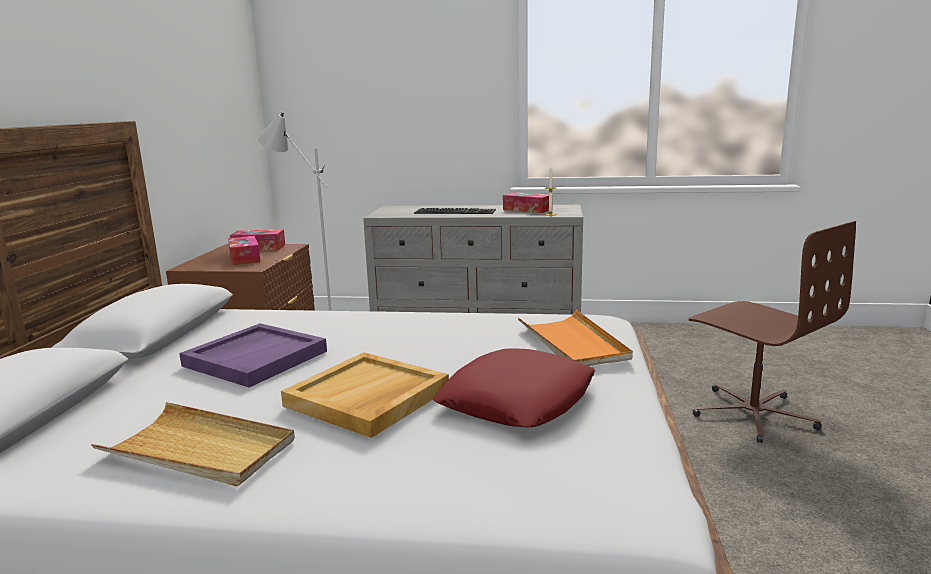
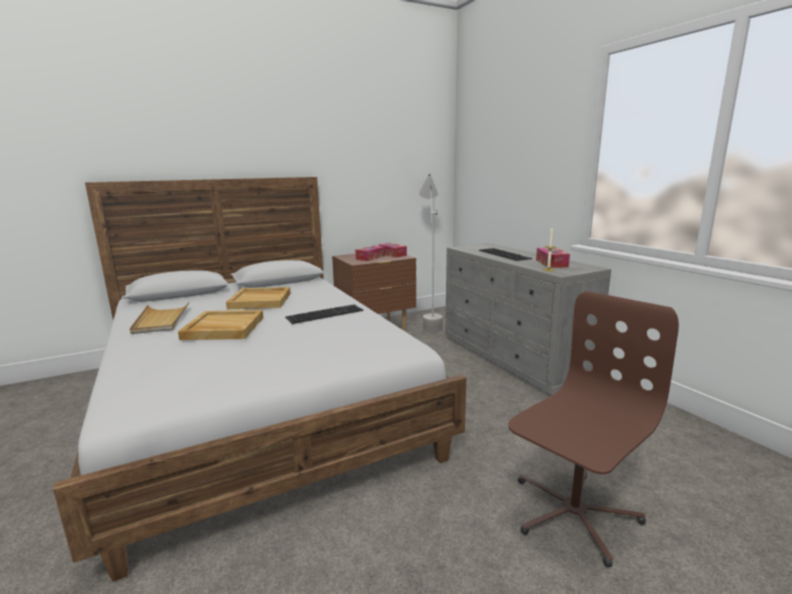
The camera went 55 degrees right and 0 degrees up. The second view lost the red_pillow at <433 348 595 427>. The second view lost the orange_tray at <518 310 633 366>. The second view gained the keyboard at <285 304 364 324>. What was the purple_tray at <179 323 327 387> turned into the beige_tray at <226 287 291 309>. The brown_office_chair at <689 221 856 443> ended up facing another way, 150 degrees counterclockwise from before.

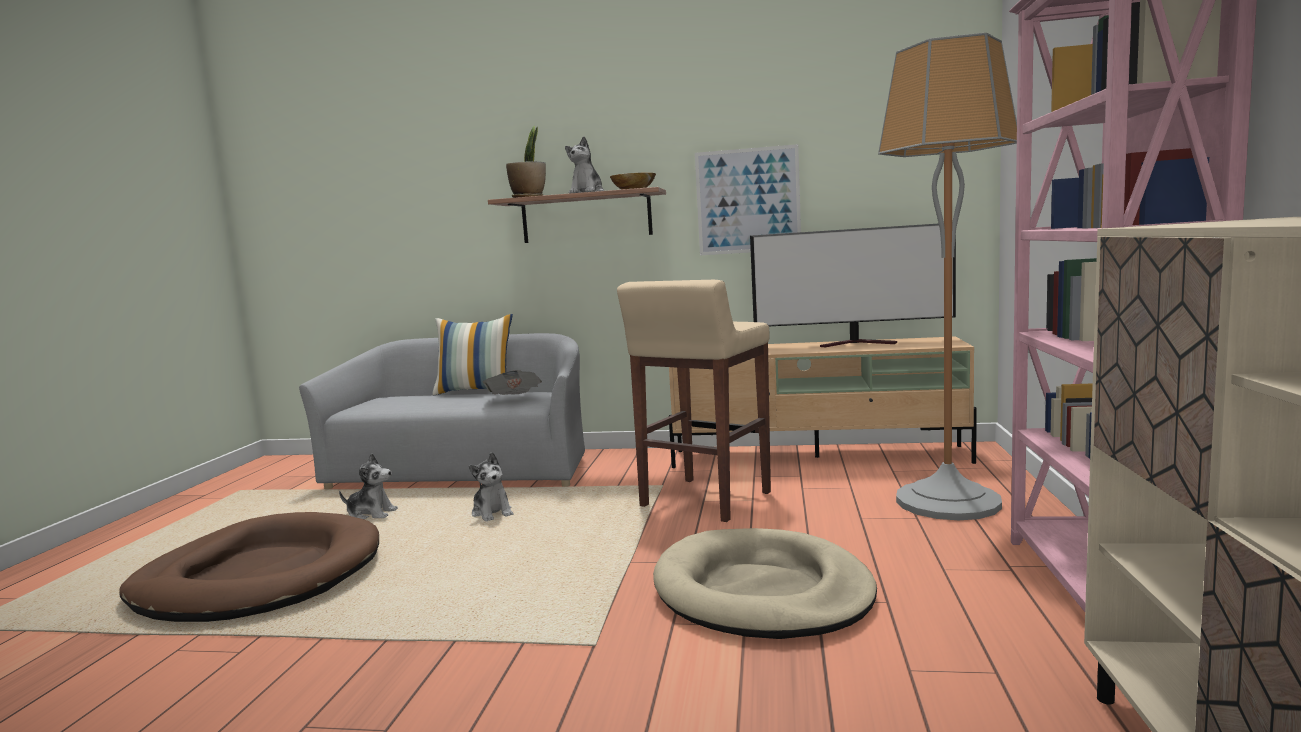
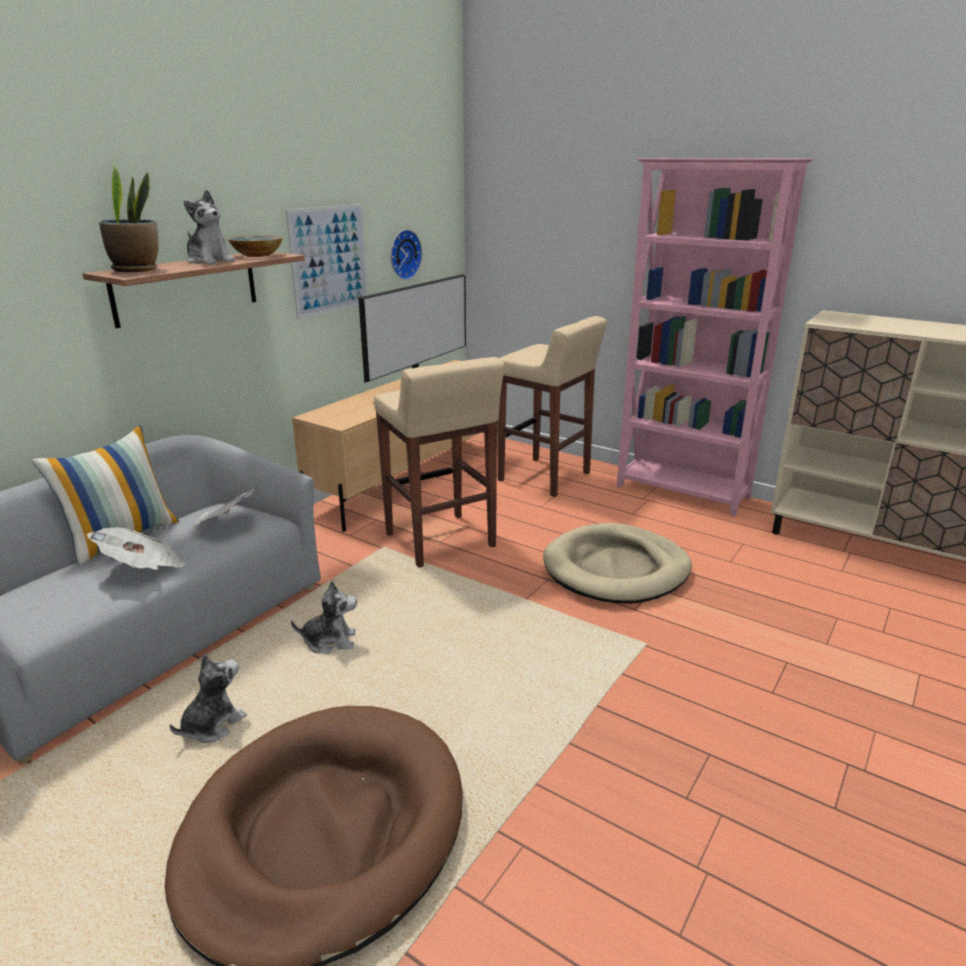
The camera went 65 degrees left and 15 degrees up. The second view gained the newspaper at <87 527 186 570>. The second view gained the wall_clock at <391 229 422 280>. Where the floor_lamp stood at <878 33 1017 520>, the beige_stool came to stand at <497 316 607 497>.

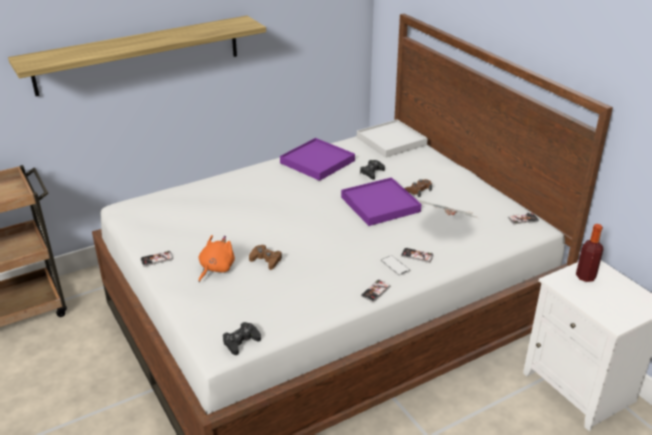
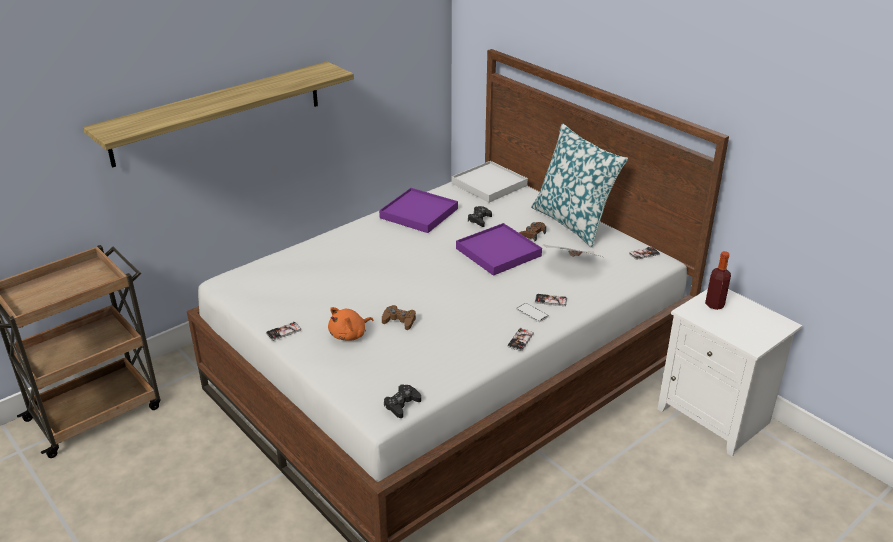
The camera went 10 degrees left and 0 degrees up. The second view gained the pillow at <531 124 628 248>. The orange_plush_toy at <199 235 235 282> ended up facing another way, 150 degrees counterclockwise from before.

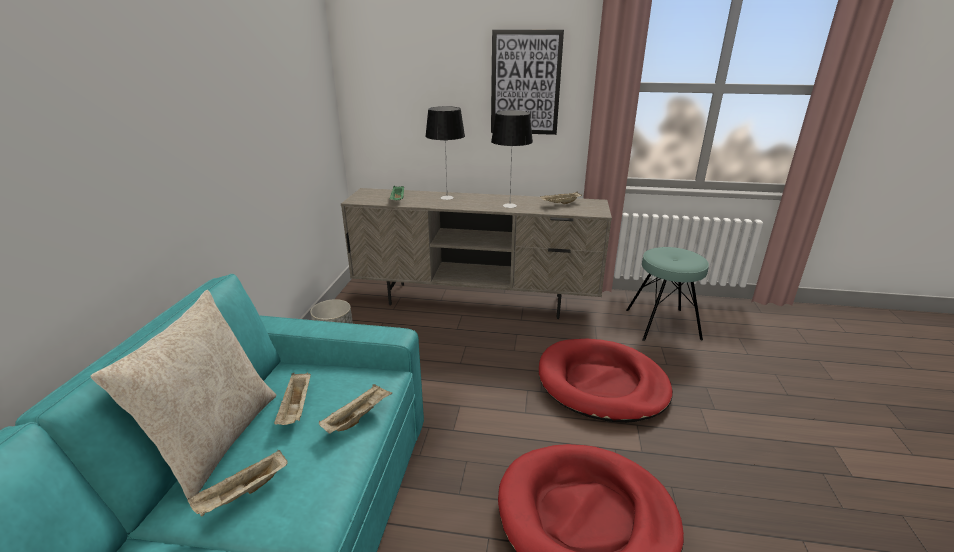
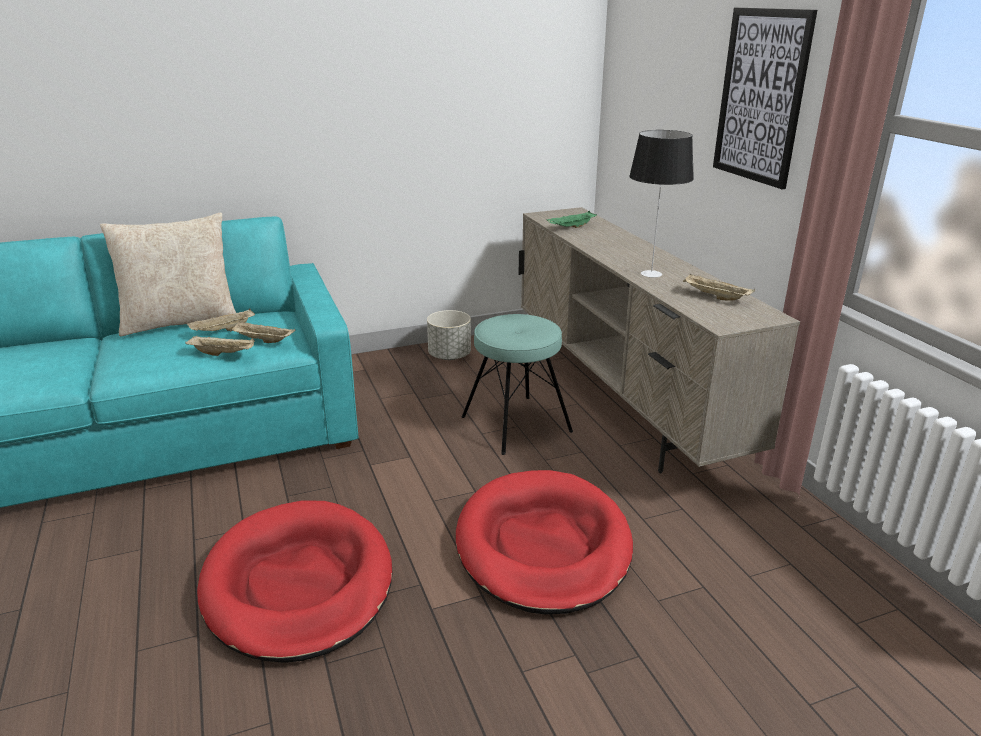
The camera went 60 degrees right and 0 degrees up. The second view lost the table_lamp at <425 106 465 200>. The beige_tray ended up elsewhere, having gone from <188 450 288 517> to <230 322 295 343>. The turquoise_stool ended up elsewhere, having gone from <626 247 709 341> to <461 314 573 455>.

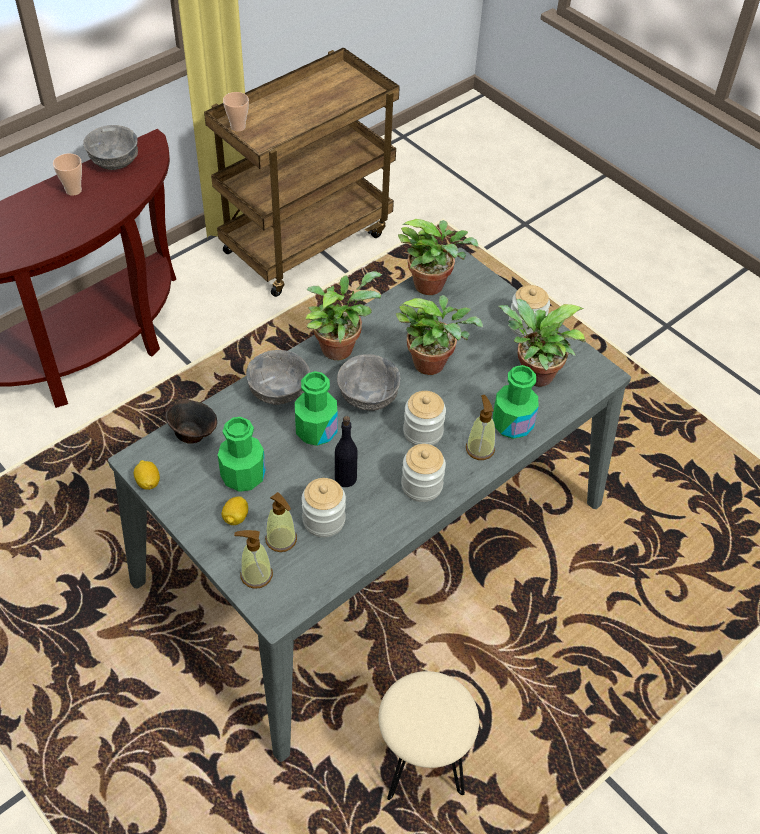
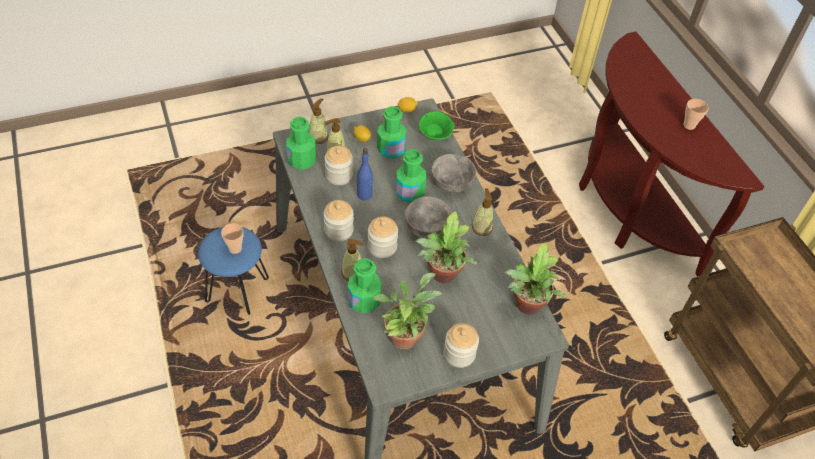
The camera went 110 degrees right and 0 degrees up. The second view lost the grey_bowl at <83 125 138 170>. The second view gained the green_bottle at <286 117 316 170>. The cup ended up elsewhere, having gone from <223 92 249 132> to <221 223 244 254>. Where the potted_plant stood at <306 271 382 360>, the soap_dispenser came to stand at <472 189 493 236>. What was the brown_bowl at <165 399 217 444> turned into the green_bowl at <419 111 455 140>. What was the black_bottle at <335 416 358 487> turned into the blue_bottle at <357 148 373 201>. What was the beige_stool at <378 671 479 800> turned into the blue_stool at <198 227 269 315>.

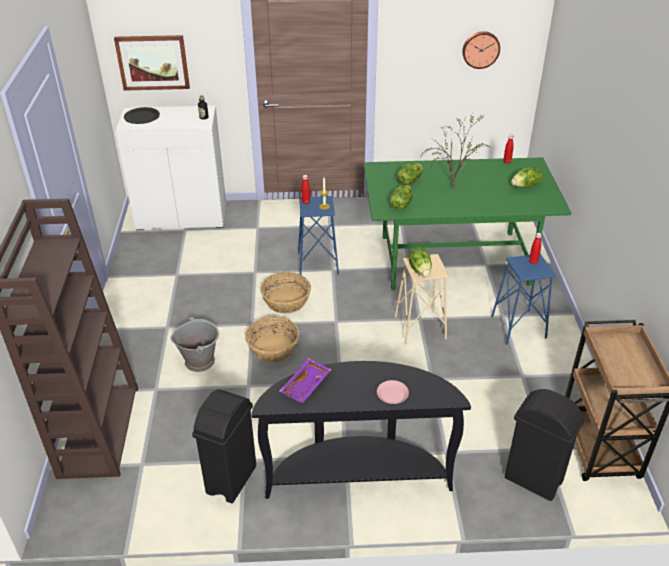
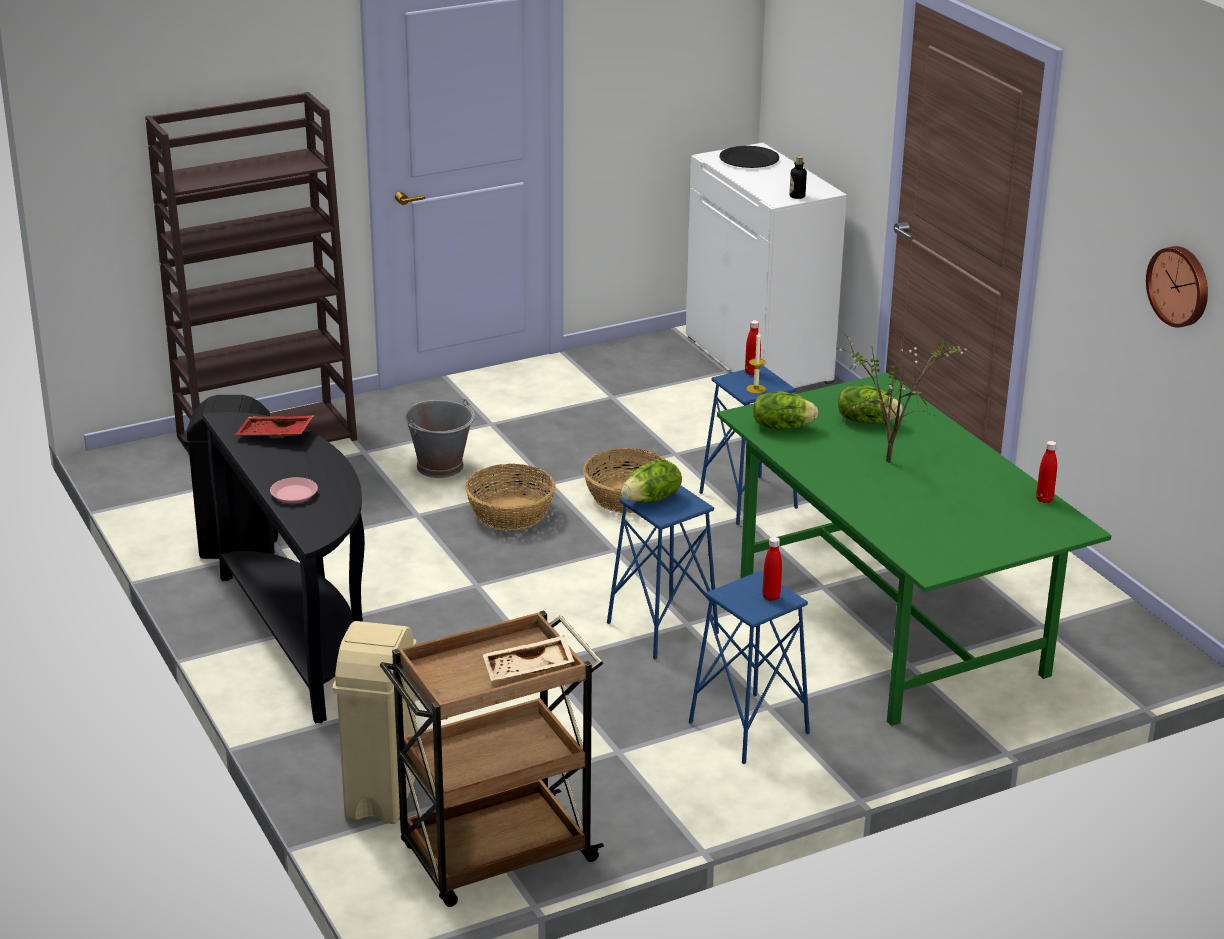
The camera went 65 degrees right and 10 degrees down. The second view lost the picture at <114 35 190 91>. The second view lost the lettuce at <511 167 542 188>. The second view gained the beige_tray at <482 635 574 681>. What was the purple_tray at <279 358 331 403> turned into the red_tray at <234 415 314 437>. What was the beige_stool at <395 254 449 345> turned into the blue_stool at <607 485 719 659>. What was the black_trash_can at <505 389 584 501> turned into the beige_trash_can at <333 621 416 824>.

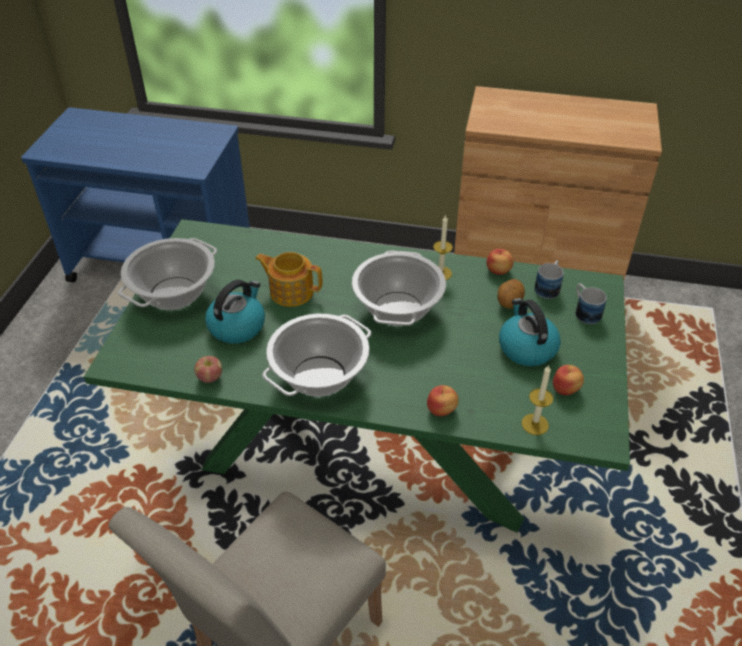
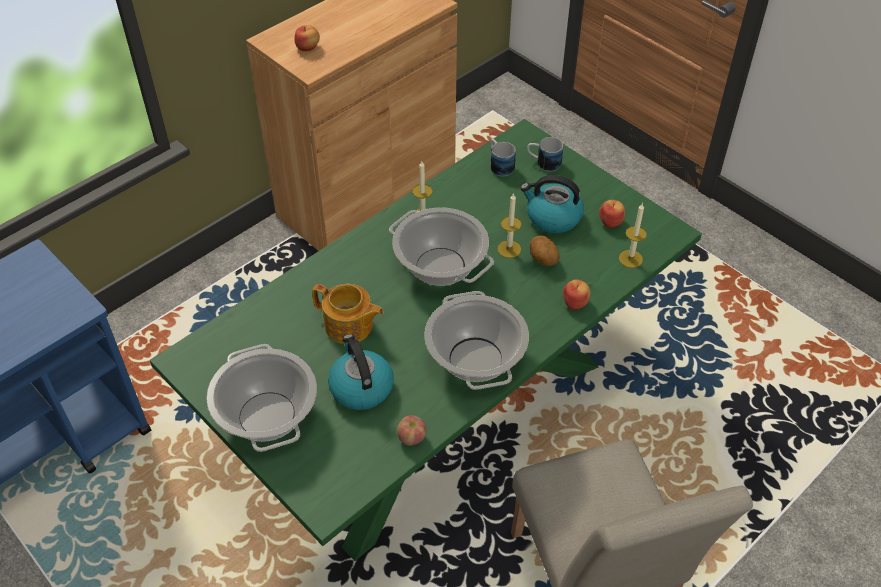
The camera went 55 degrees left and 5 degrees up. The second view gained the candle at <498 193 522 258>. The apple ended up elsewhere, having gone from <486 249 514 275> to <294 25 320 51>. The potato ended up elsewhere, having gone from <497 279 525 308> to <530 235 560 266>. The teapot at <255 252 322 307> ended up facing another way, 120 degrees counterclockwise from before.

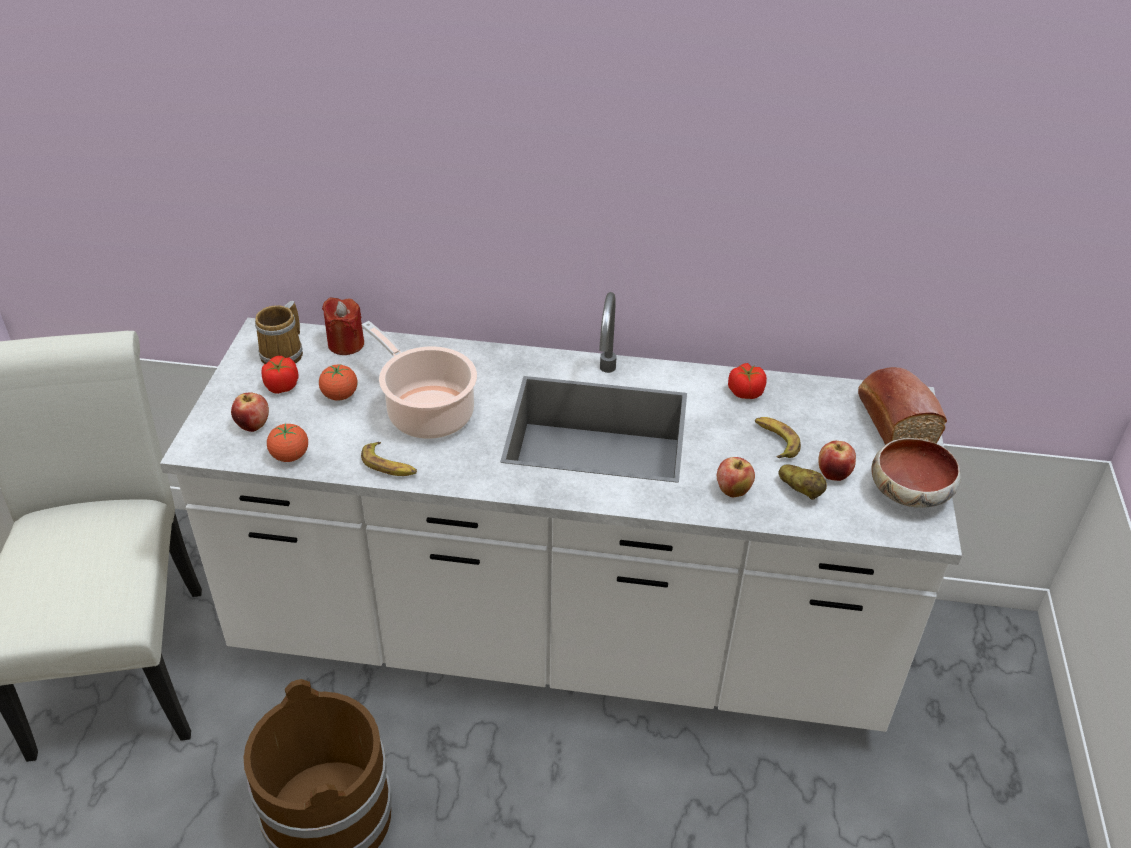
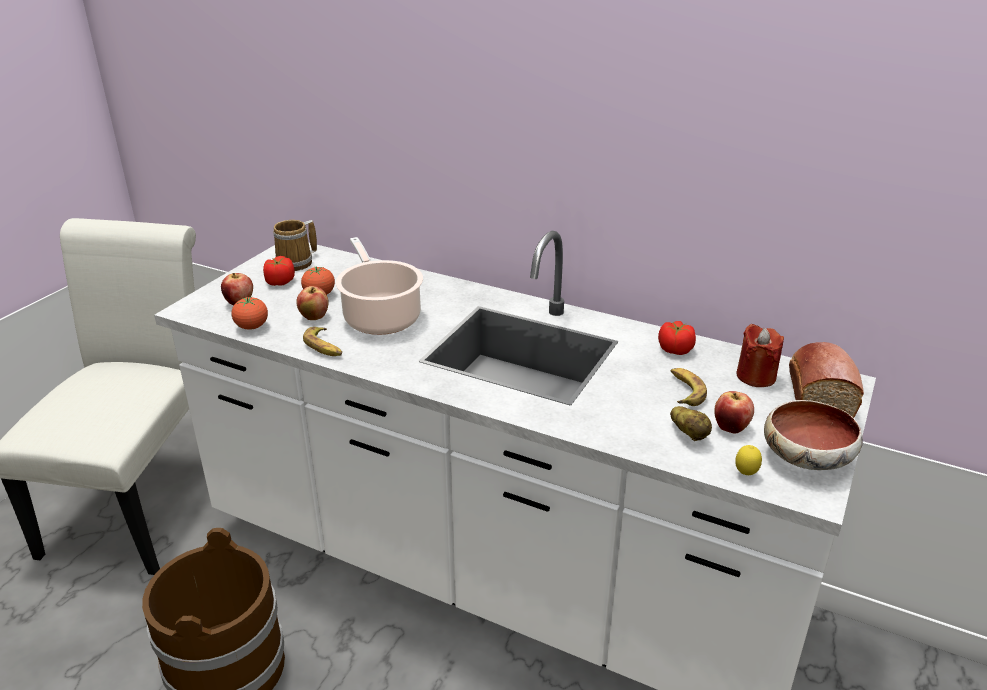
The camera went 20 degrees right and 10 degrees down. The second view gained the lemon at <735 445 762 475>. The red_candle ended up elsewhere, having gone from <322 297 364 355> to <736 324 784 387>. The apple ended up elsewhere, having gone from <717 457 755 498> to <296 286 329 320>.

